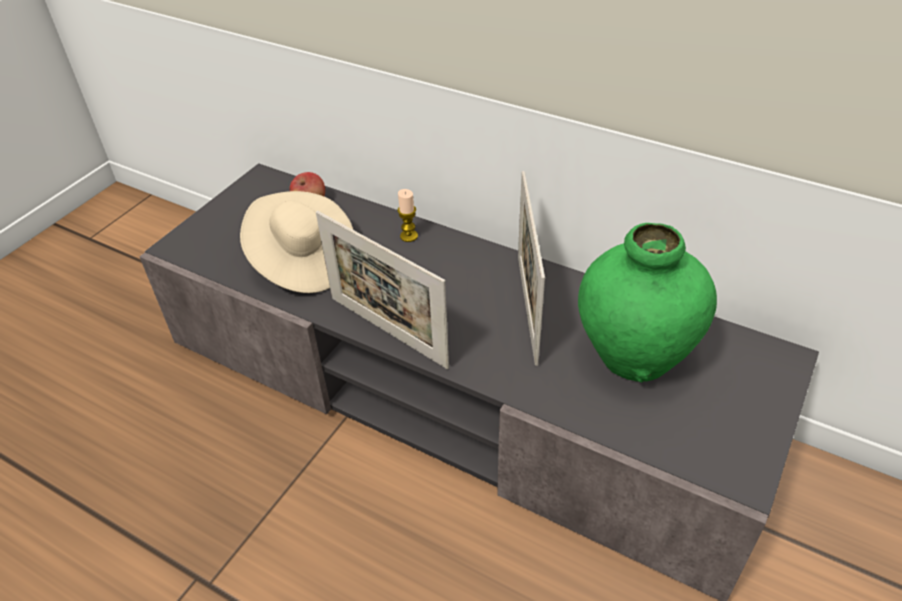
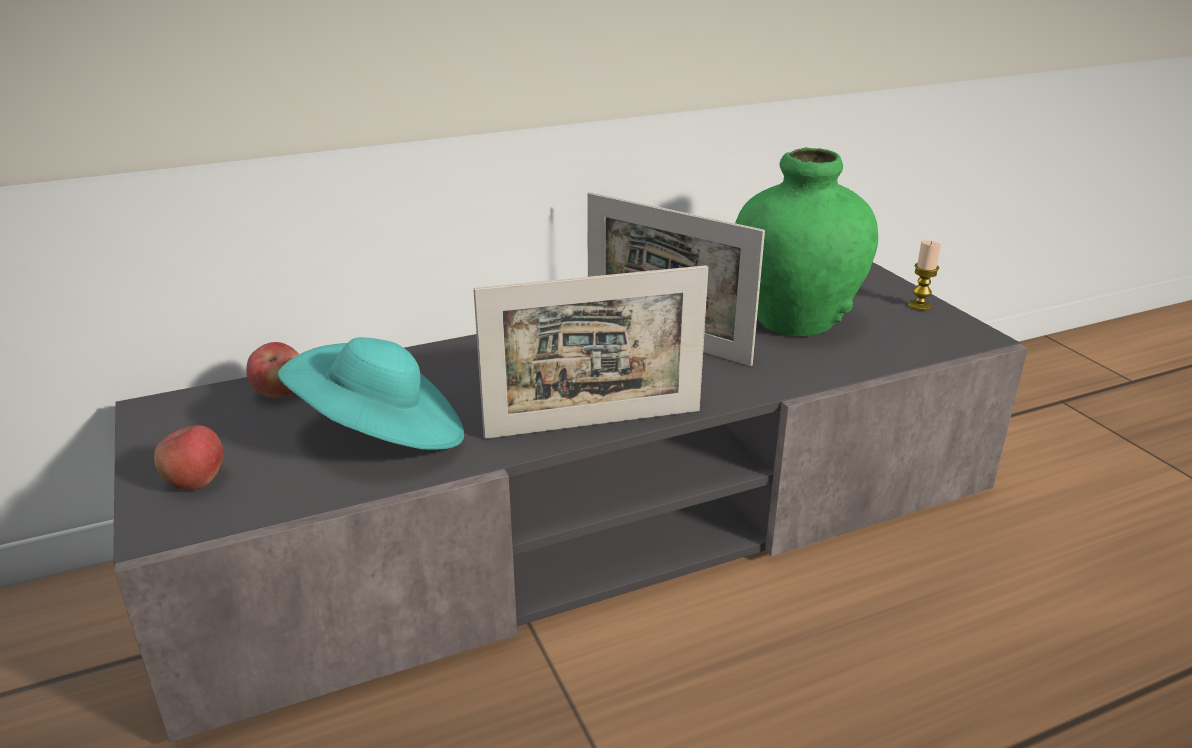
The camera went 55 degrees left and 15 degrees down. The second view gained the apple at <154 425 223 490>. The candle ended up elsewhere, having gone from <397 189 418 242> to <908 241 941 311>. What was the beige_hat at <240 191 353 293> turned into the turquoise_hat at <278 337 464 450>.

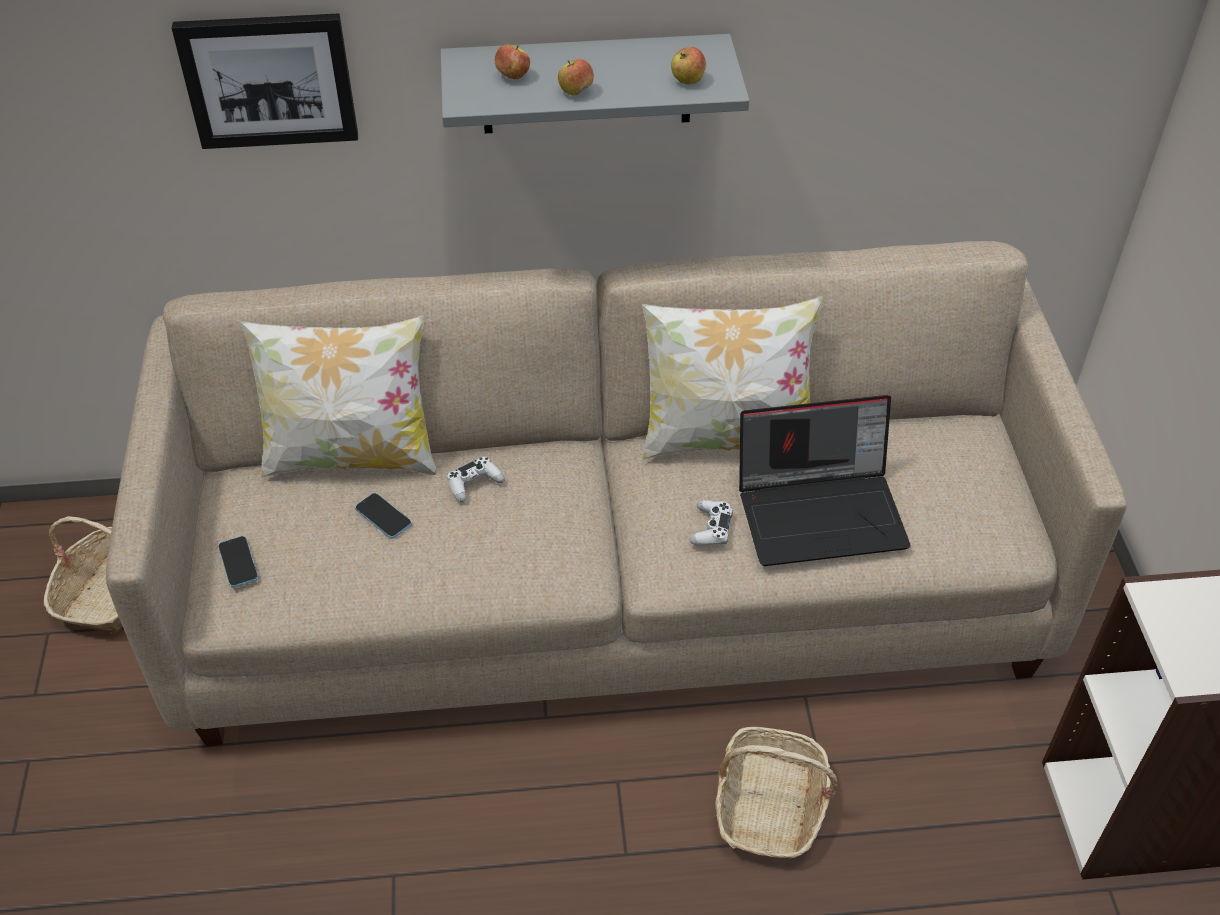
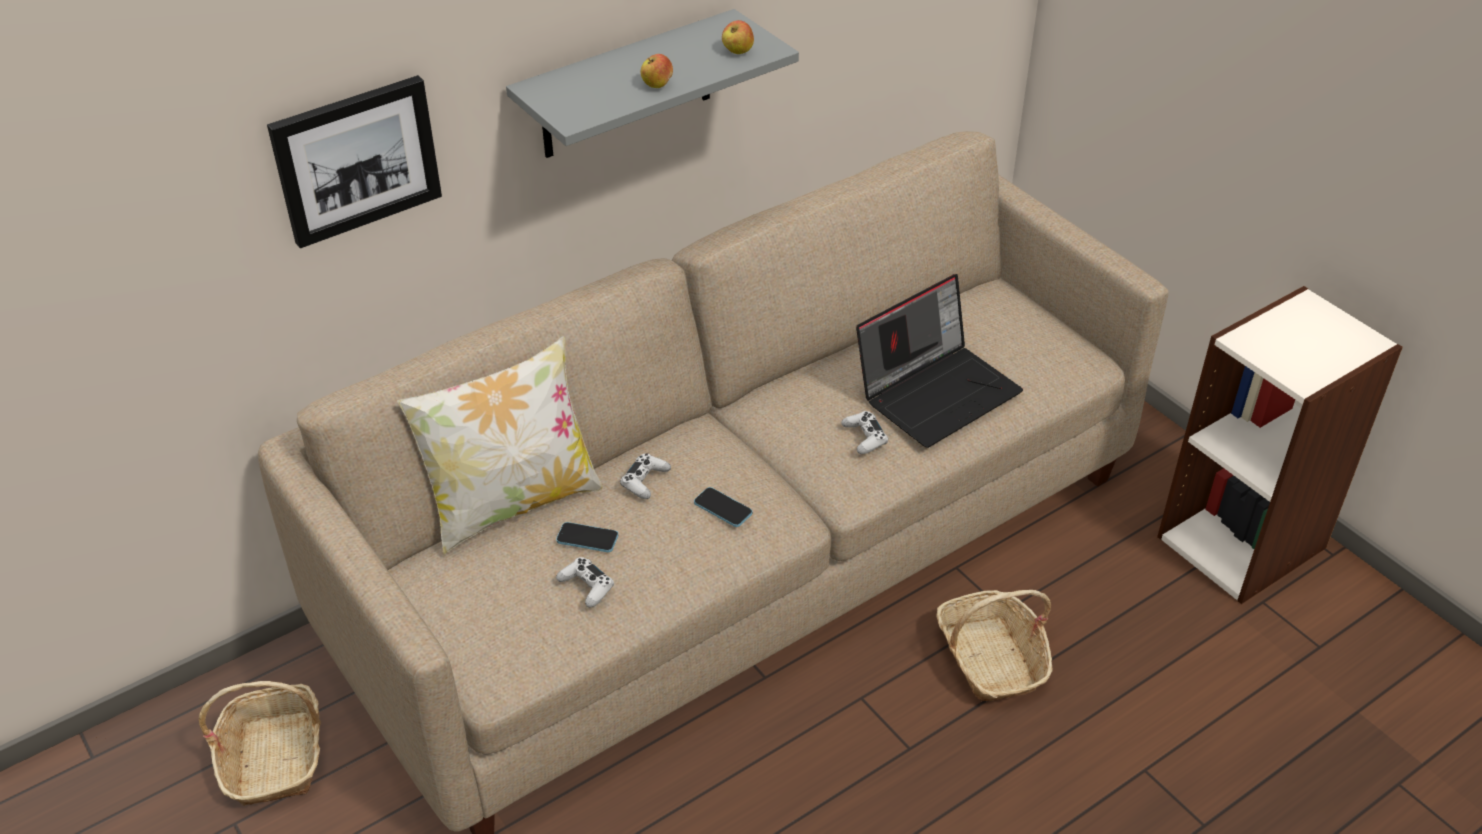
The camera went 30 degrees left and 5 degrees down. The second view lost the apple at <495 44 530 79>. The second view lost the pillow at <642 296 823 460>. The second view gained the white_game_controller at <556 557 614 608>. The phone ended up elsewhere, having gone from <218 536 258 588> to <694 487 752 527>.

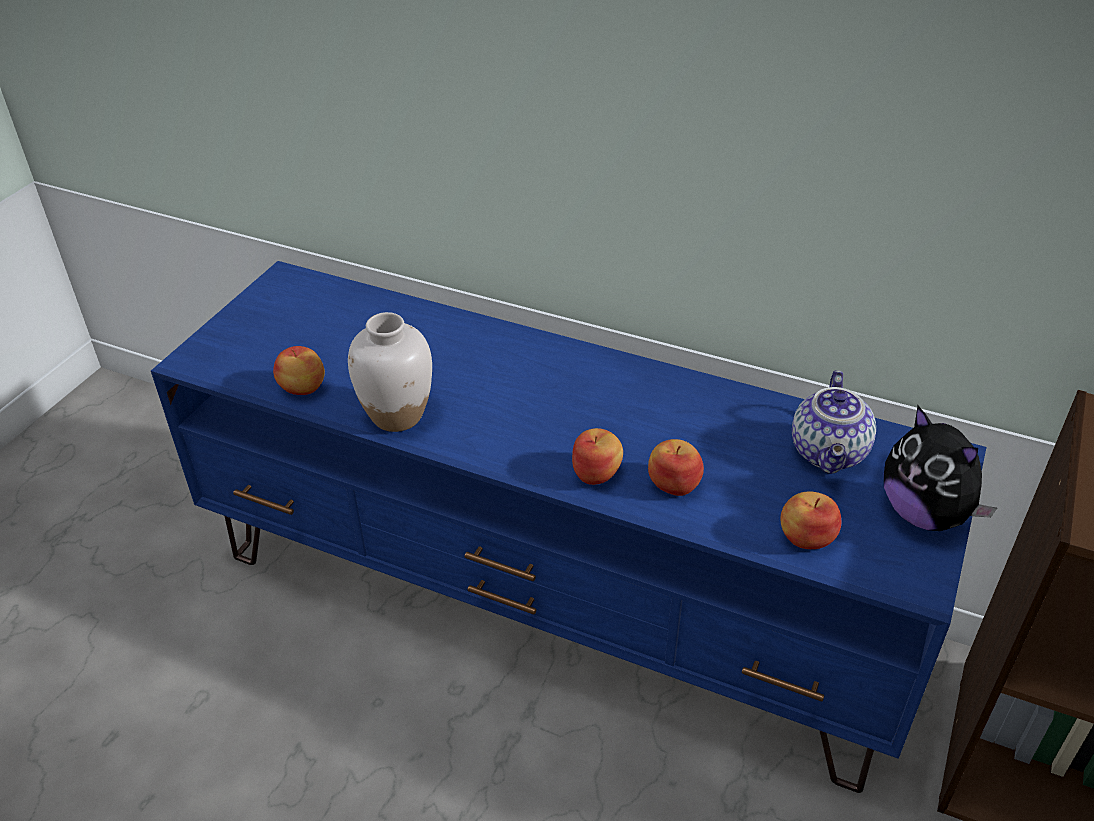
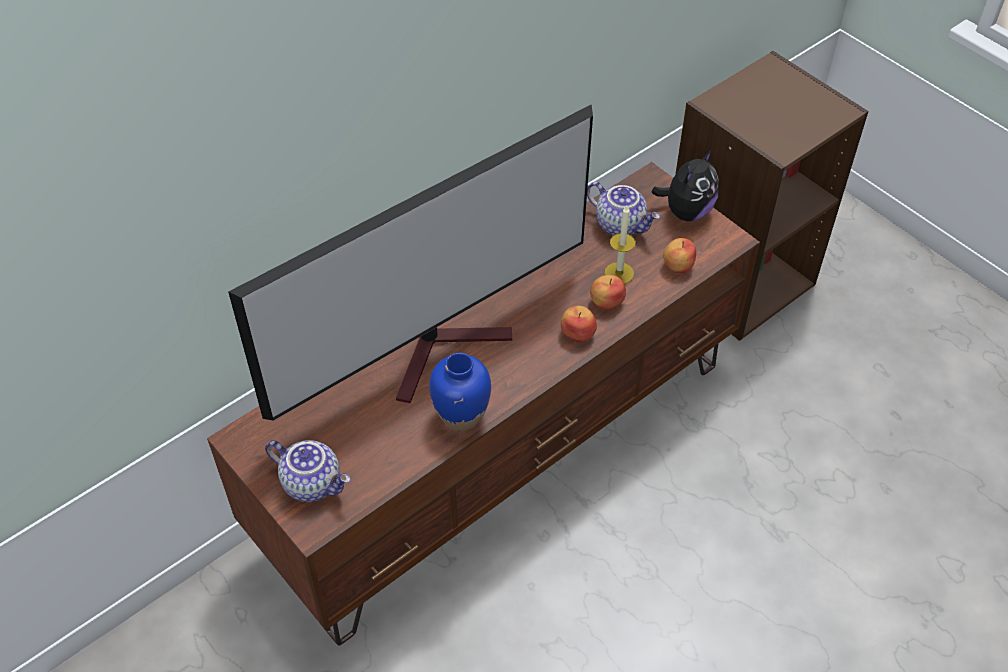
The camera went 65 degrees left and 10 degrees up. The second view lost the apple at <273 346 325 395>. The second view gained the television at <228 104 593 420>. The second view gained the teapot at <265 440 350 502>. The second view gained the candle at <604 206 636 284>. What was the blue_tv_stand at <151 261 987 793> turned into the brown_tv_stand at <207 162 760 645>. What was the white_vase at <348 312 432 432> turned into the blue_vase at <429 353 491 431>. The plush_toy at <884 406 997 531> ended up facing another way, 45 degrees counterclockwise from before.

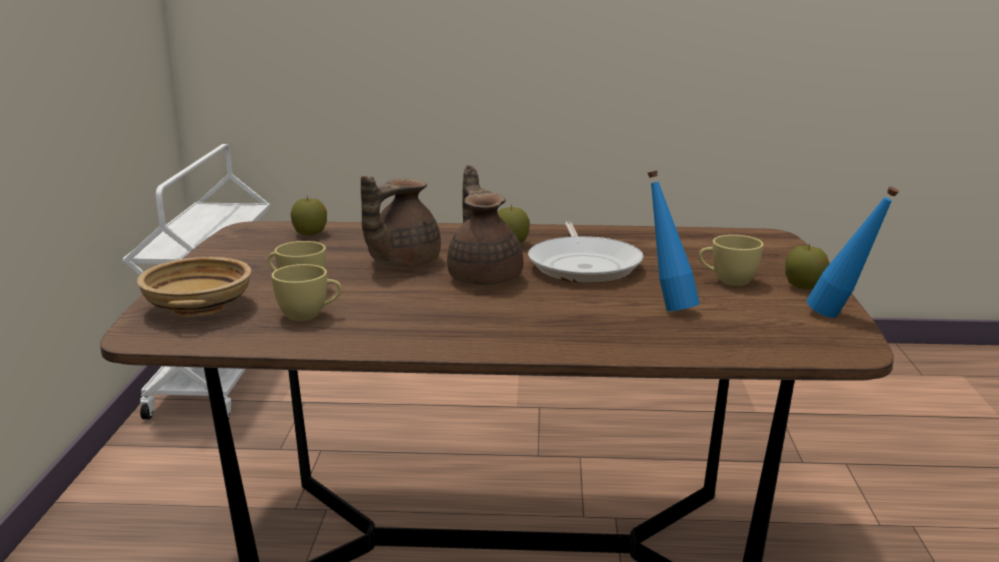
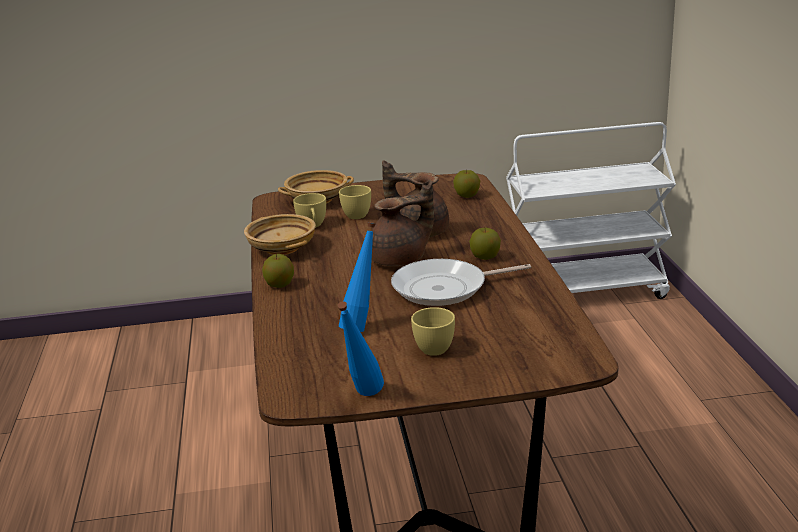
The camera went 80 degrees right and 5 degrees up. The second view gained the beige_bowl at <244 214 316 255>. The apple ended up elsewhere, having gone from <785 245 830 289> to <262 253 294 288>.

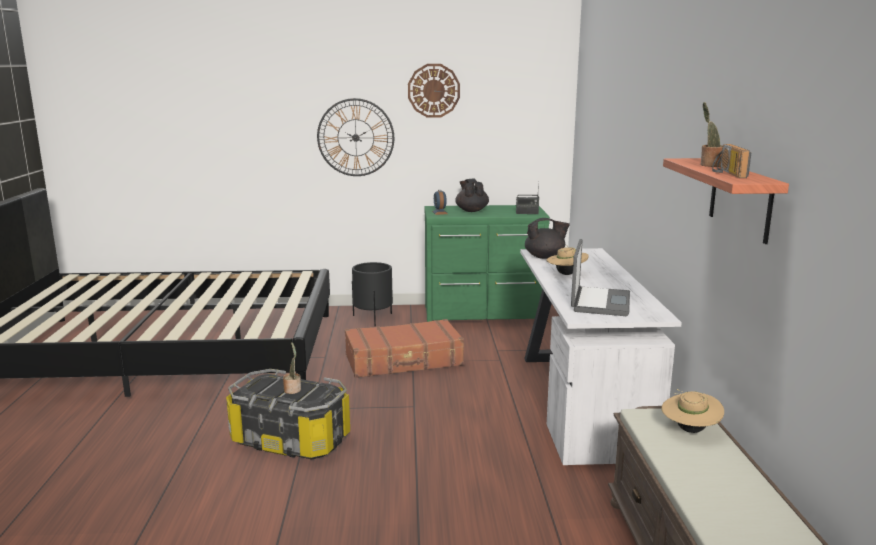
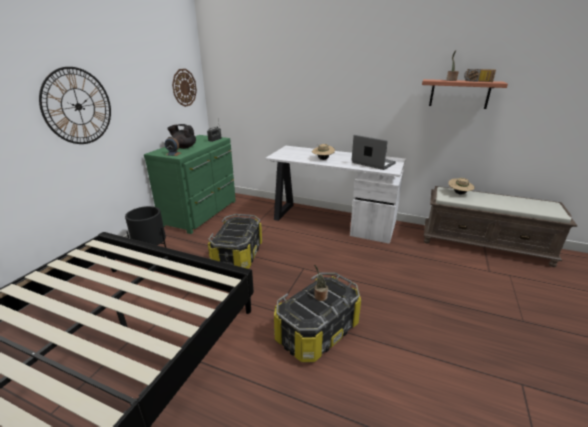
The camera went 65 degrees left and 10 degrees up. The second view lost the black_teapot at <525 218 570 259>. The wall_clock ended up elsewhere, having gone from <408 64 460 118> to <172 69 197 107>. Where the brown_suitcase stood at <345 319 464 378>, the storage_box came to stand at <208 214 262 269>.

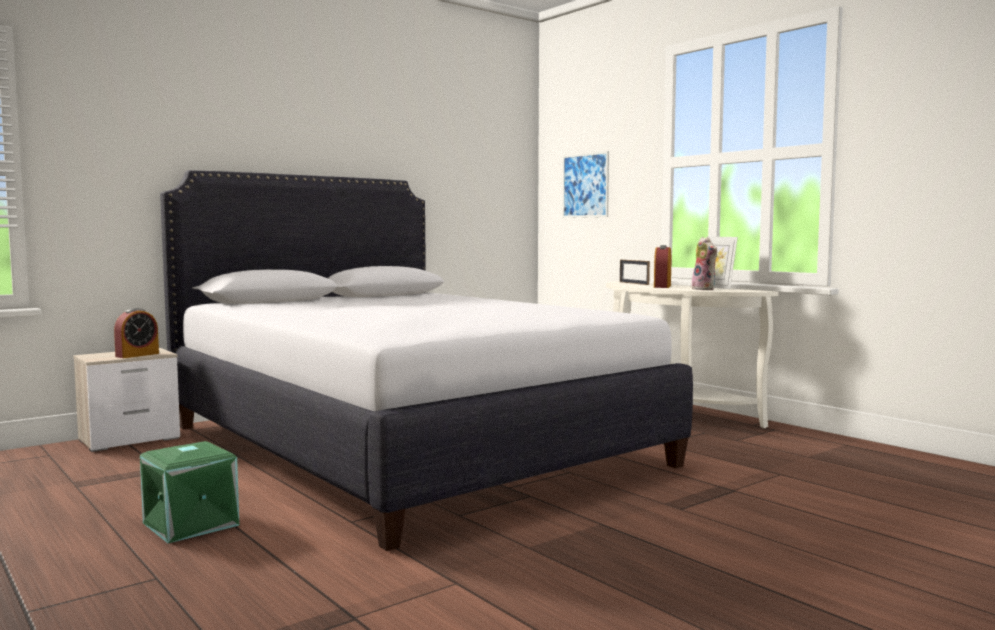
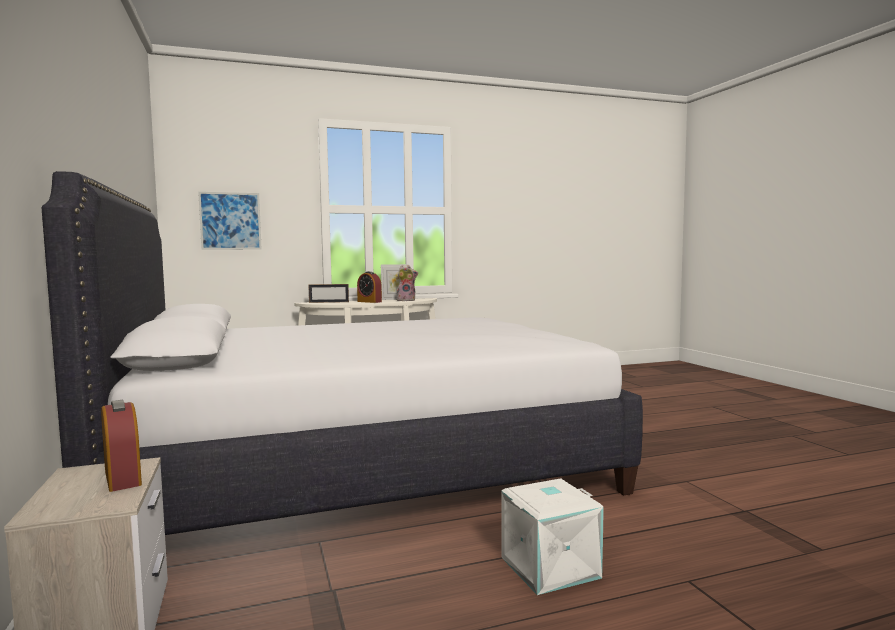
The camera went 70 degrees left and 0 degrees up. What was the green_storage_box at <140 441 239 543> turned into the white_storage_box at <501 479 604 595>.

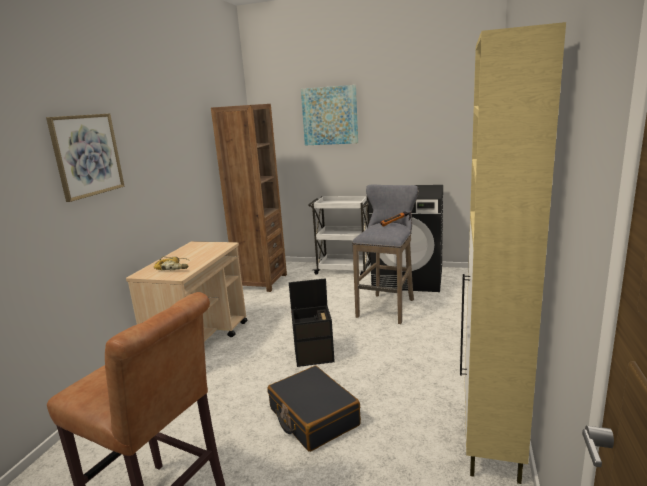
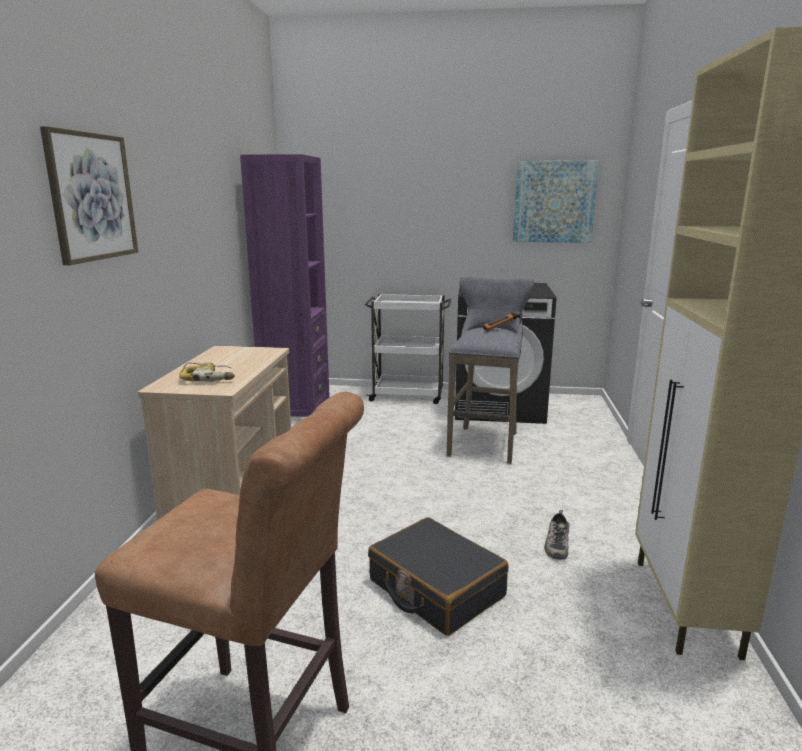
The camera went 10 degrees left and 0 degrees up. The second view lost the black_storage_box at <289 278 335 367>. The second view gained the shoe at <544 510 569 560>. The picture ended up elsewhere, having gone from <301 85 358 145> to <513 161 599 243>. What was the brown_bookcase at <211 104 287 292> turned into the purple_bookcase at <240 154 330 417>.

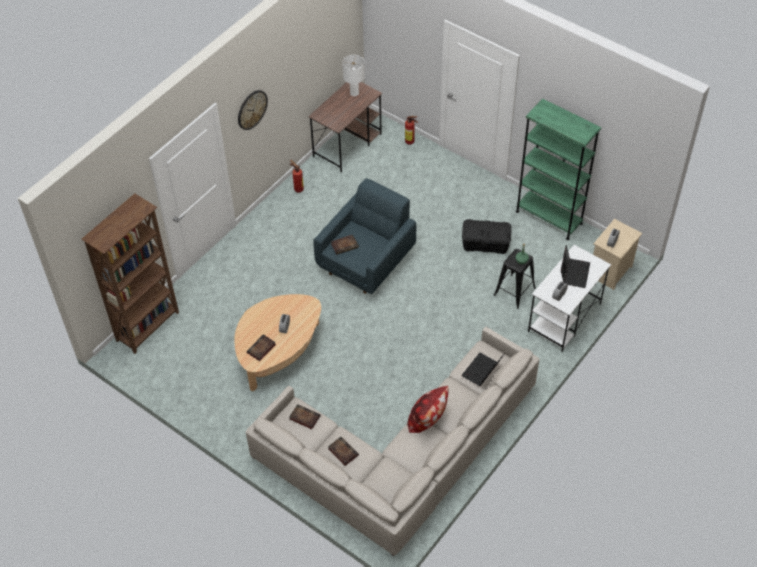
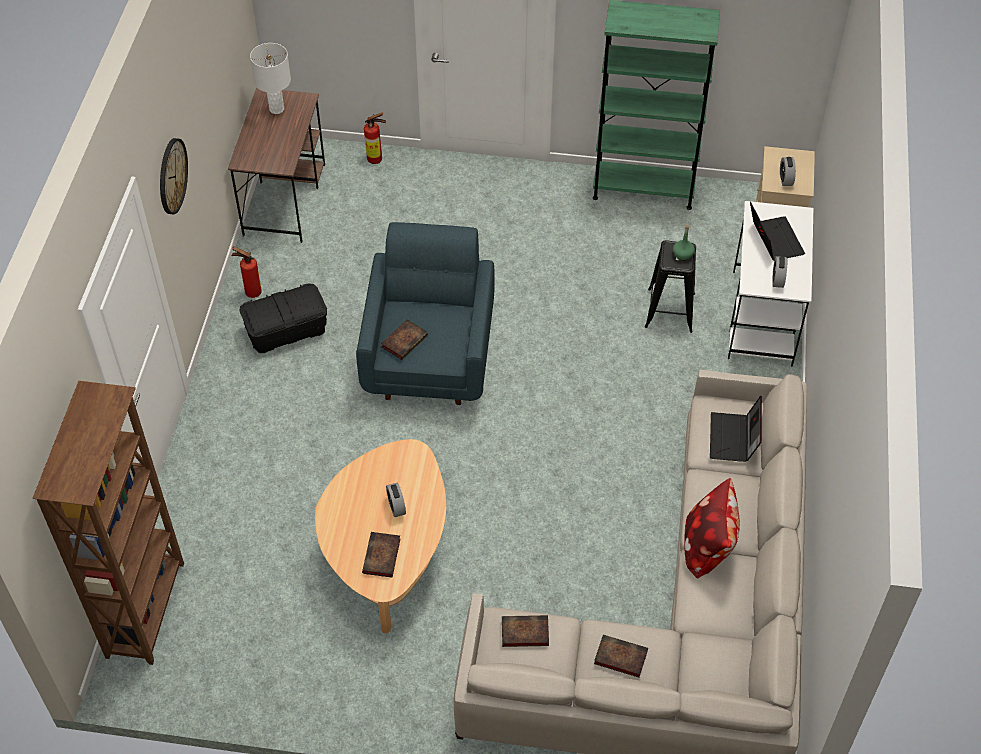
The camera went 30 degrees left and 0 degrees up. The black_storage_box ended up elsewhere, having gone from <462 219 512 254> to <240 284 327 353>.

